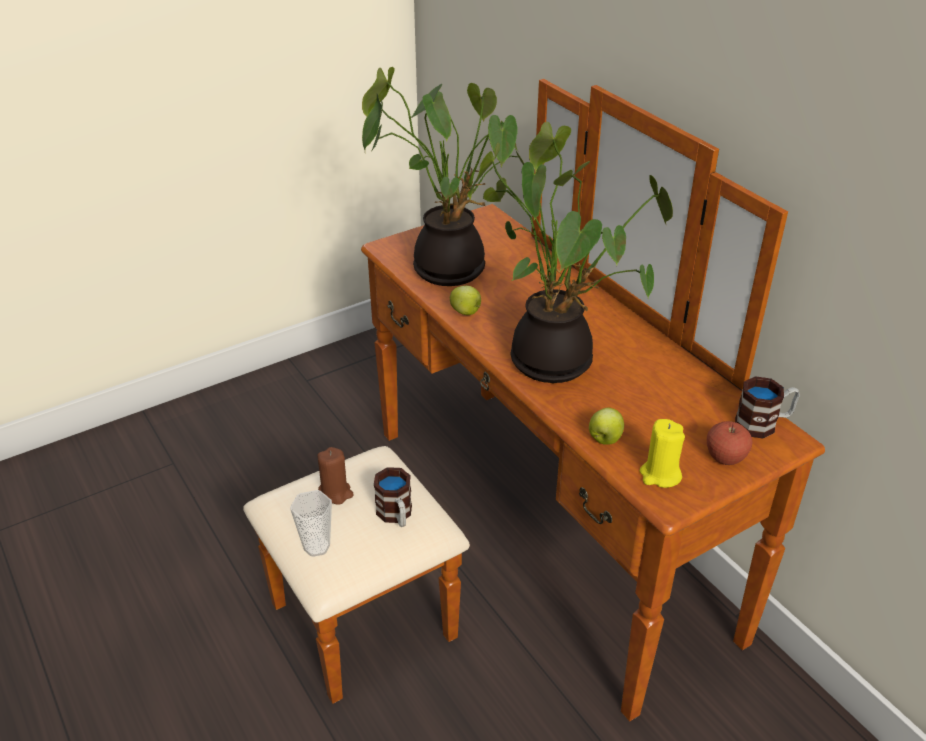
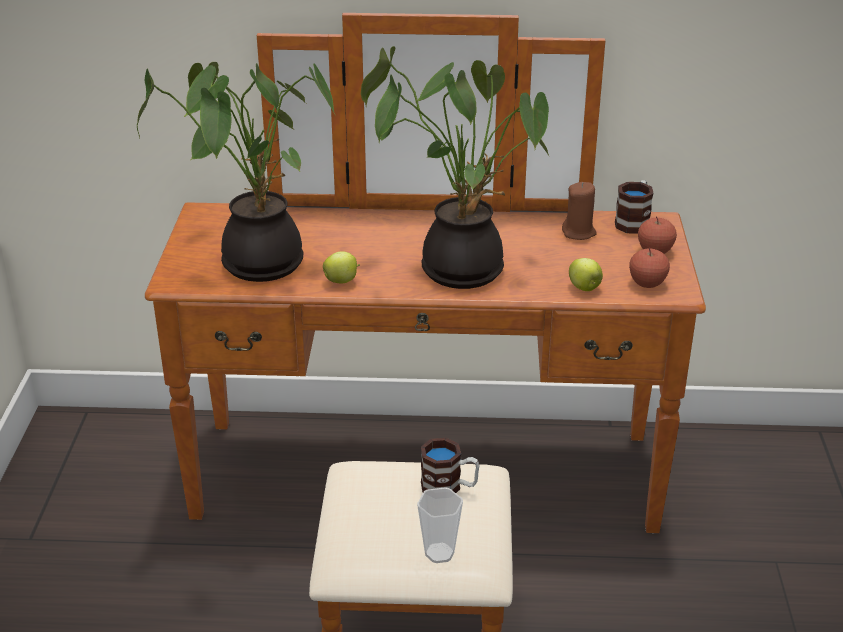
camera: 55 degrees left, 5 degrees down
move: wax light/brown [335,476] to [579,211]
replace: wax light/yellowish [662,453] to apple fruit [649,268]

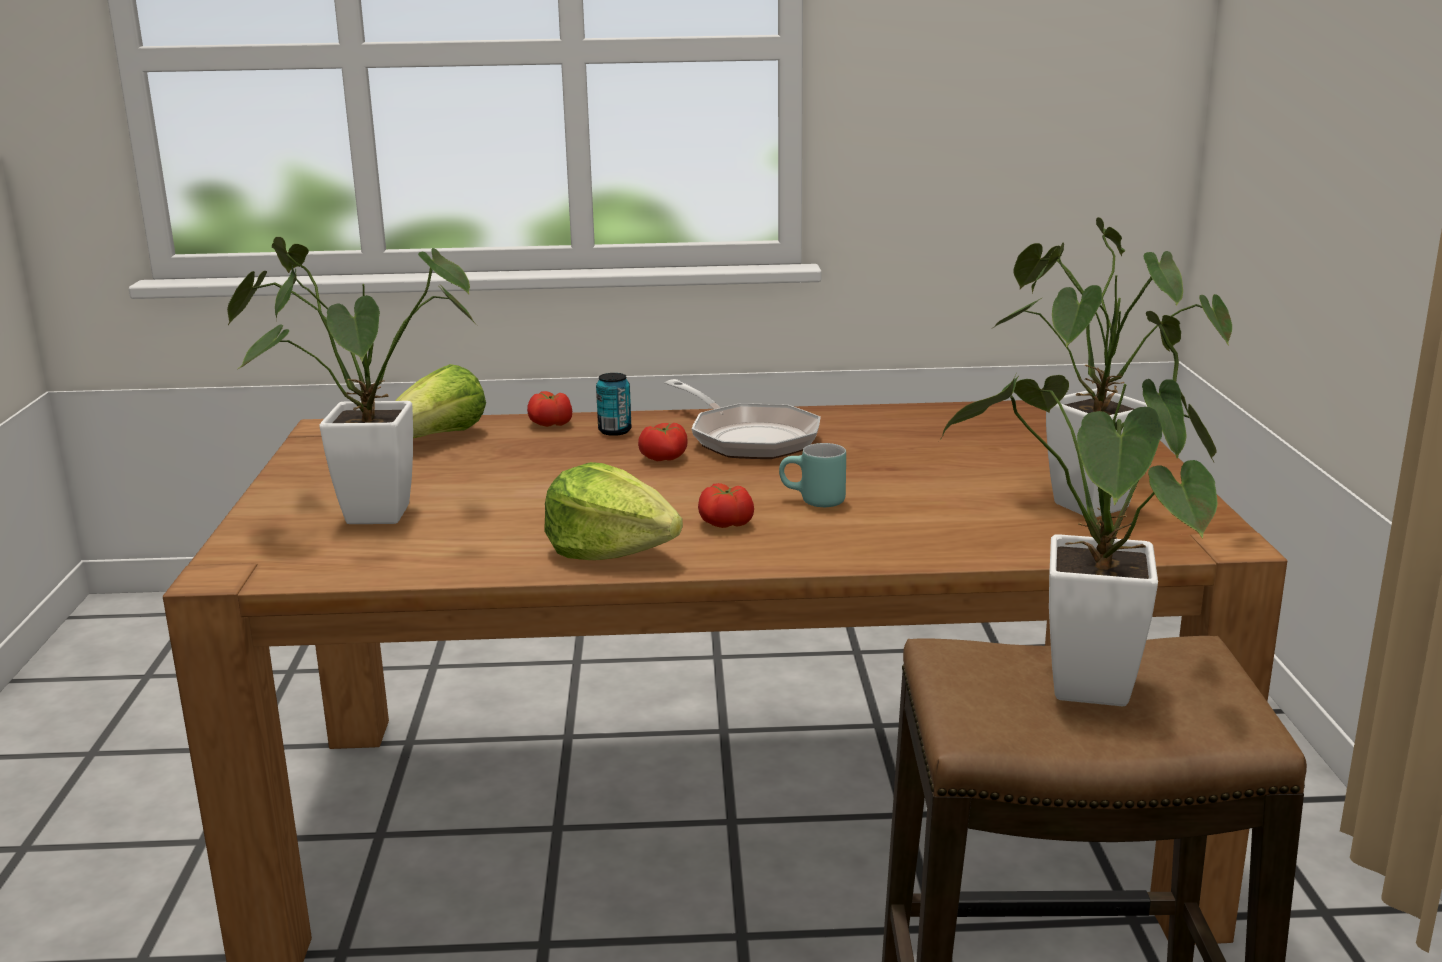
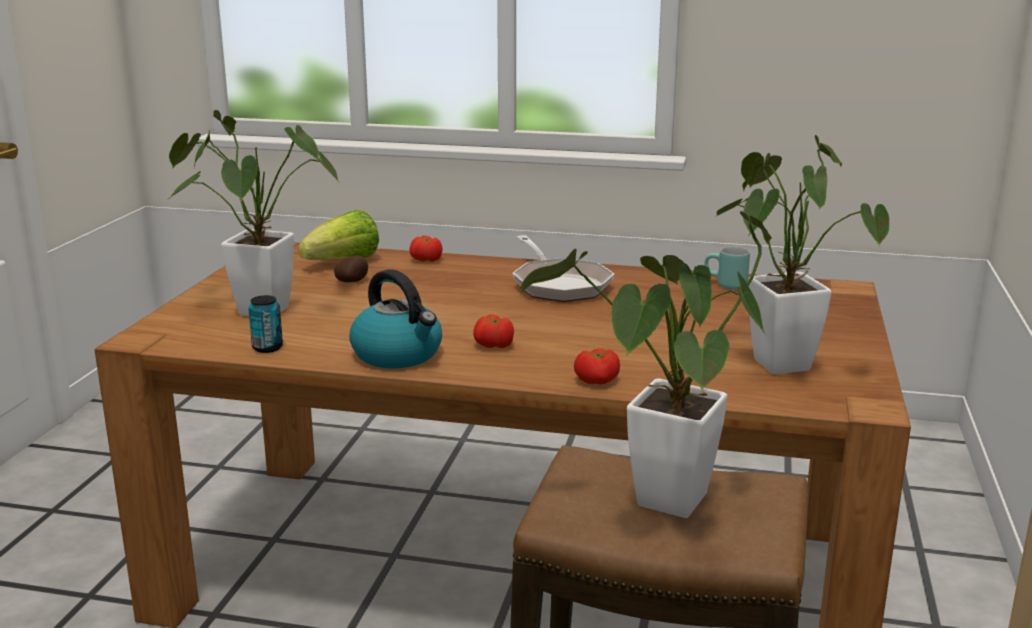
camera: 15 degrees right, 0 degrees up
insert: whole potato [351,268]
move: sealed can [613,404] to [265,324]; fresh tomato [663,442] to [597,366]; tea mug/blue-green [812,475] to [727,268]
replace: head of lettuce [613,511] to tea kettle [395,318]

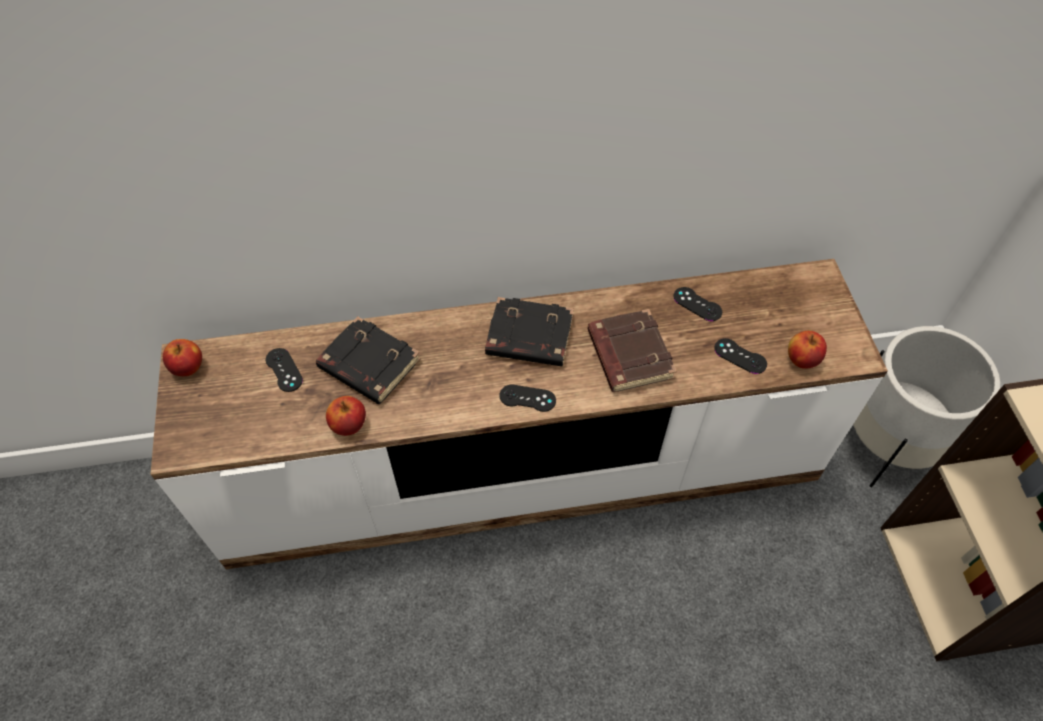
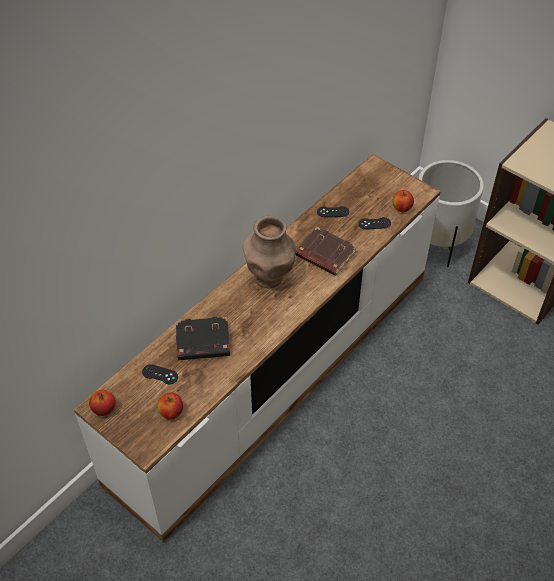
camera: 40 degrees left, 5 degrees down
delete: gamepad/black [527,398]
move: apple fruit [346,416] to [170,406]
replace: bound book/black [529,331] to decorative vase/brown [269,251]

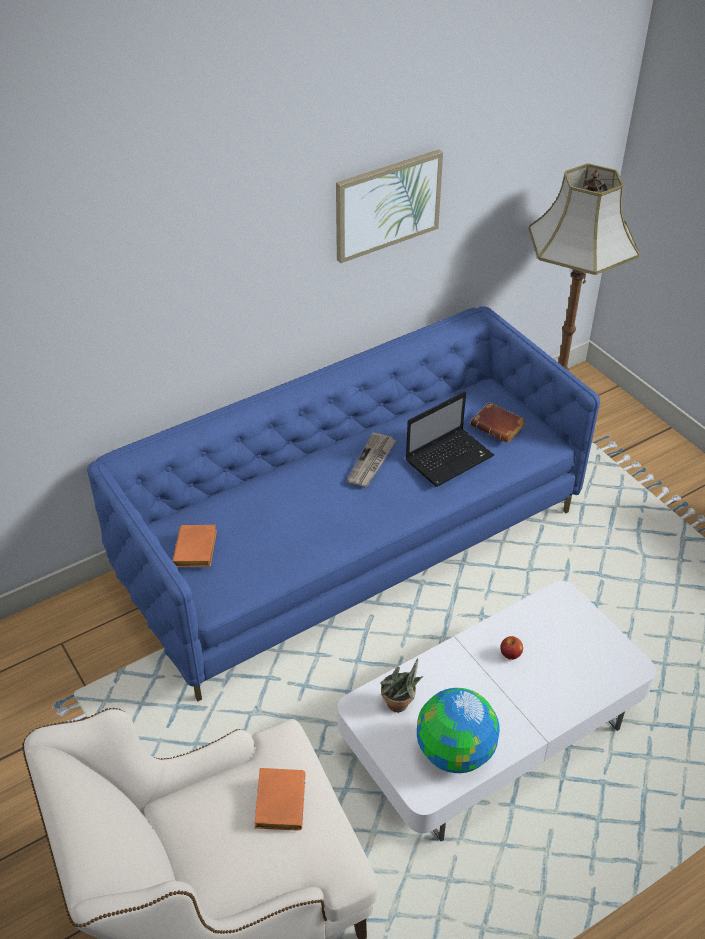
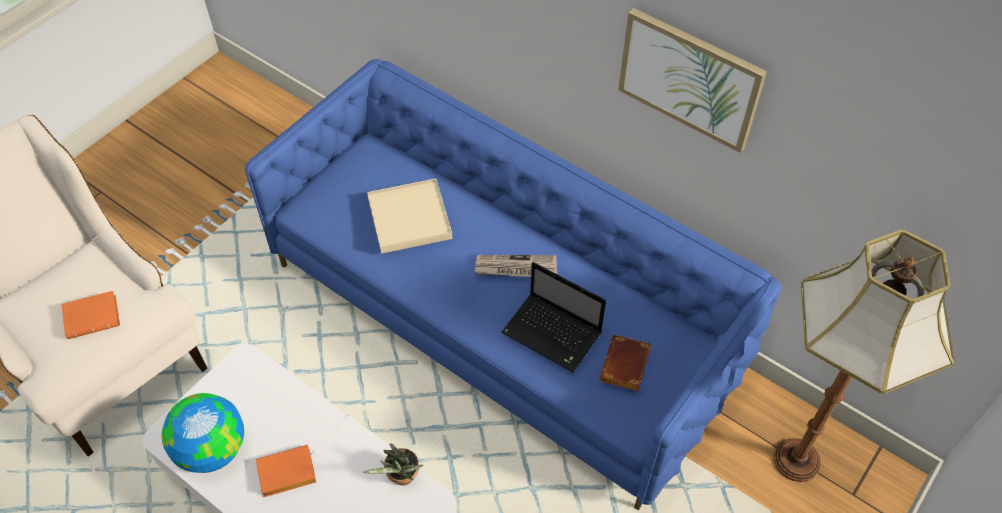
camera: 70 degrees right, 10 degrees up
delete: apple fruit [512,648]
insert: tray/sand-coloured [409,216]
move: bound book/orange-coloured [195,546] to [286,471]; plant in a pot [401,685] to [393,464]

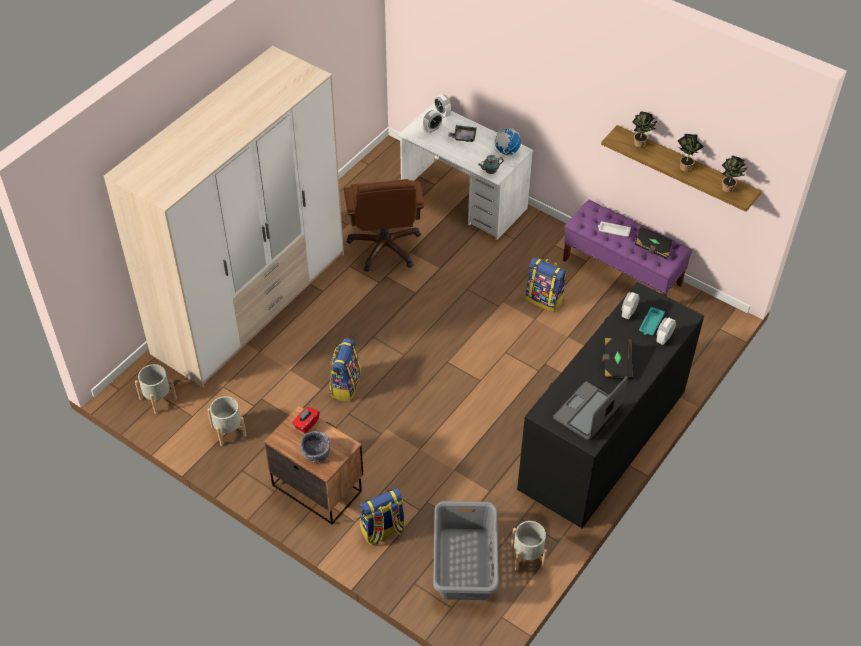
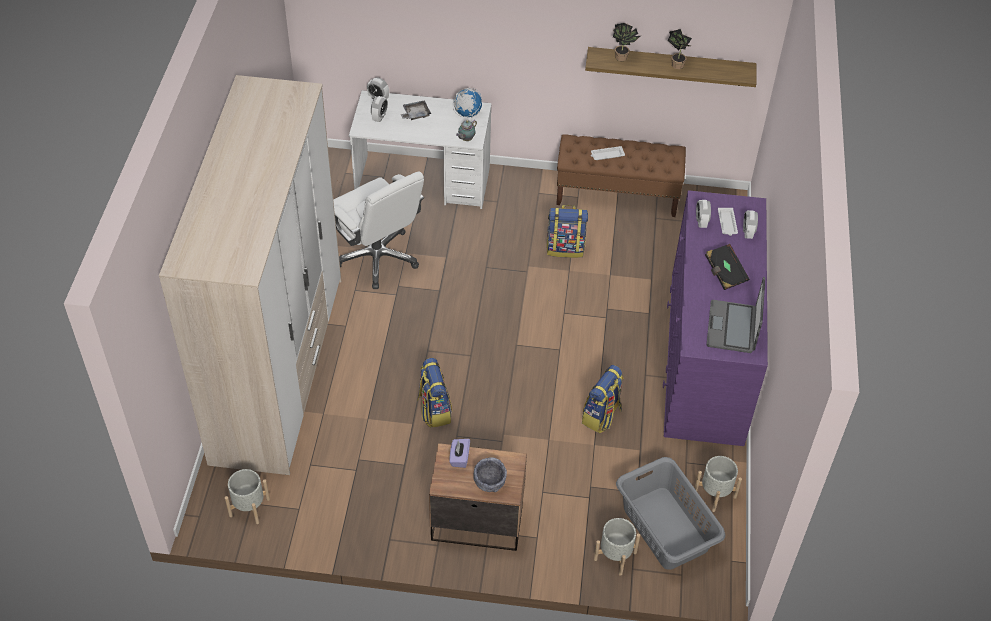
camera: 30 degrees left, 0 degrees up
delete: bound book/black [653,242]; plant in a pot [735,174]
move: flower pot/grey [227,421] to [617,547]; knapsack [382,516] to [603,399]
recolor: tissue box/reddish [306,420] to tissue box/purplish [459,453]; desk chair/brown [384,225] to desk chair/white-coloured [378,230]; chest of drawers/black [610,405] to chest of drawers/purplish [715,318]; bench/purplish [628,248] to bench/brown [621,175]; tray/blue-green [652,321] to tray/white-coloured [728,222]

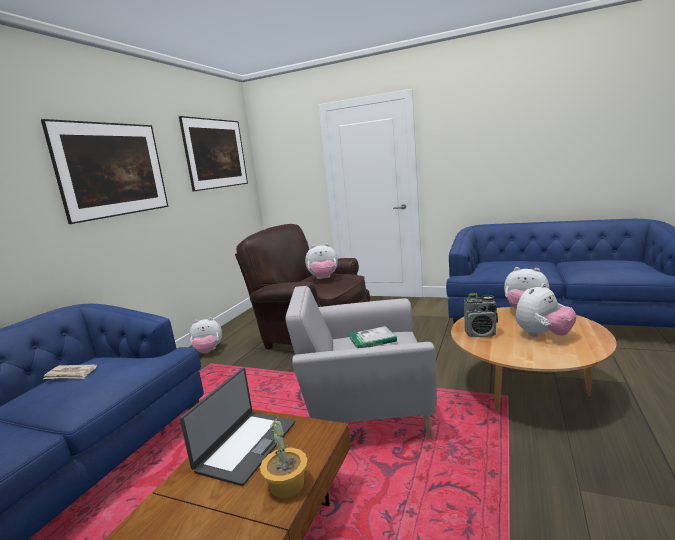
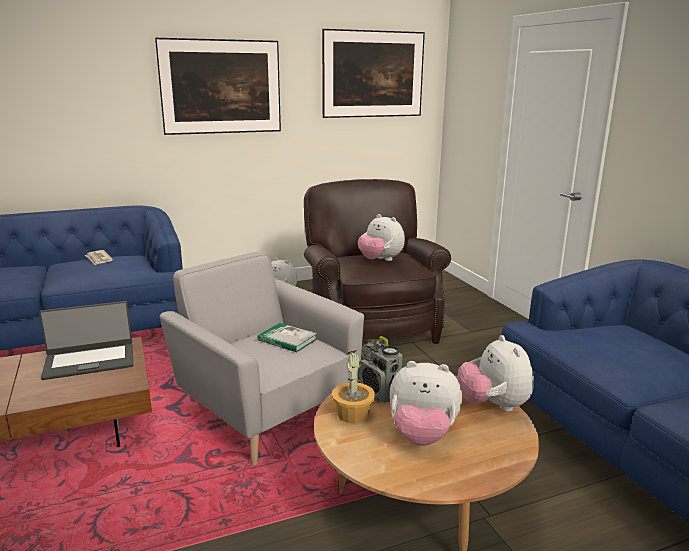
camera: 45 degrees right, 5 degrees up
move: plant in a pot [284,458] to [353,386]

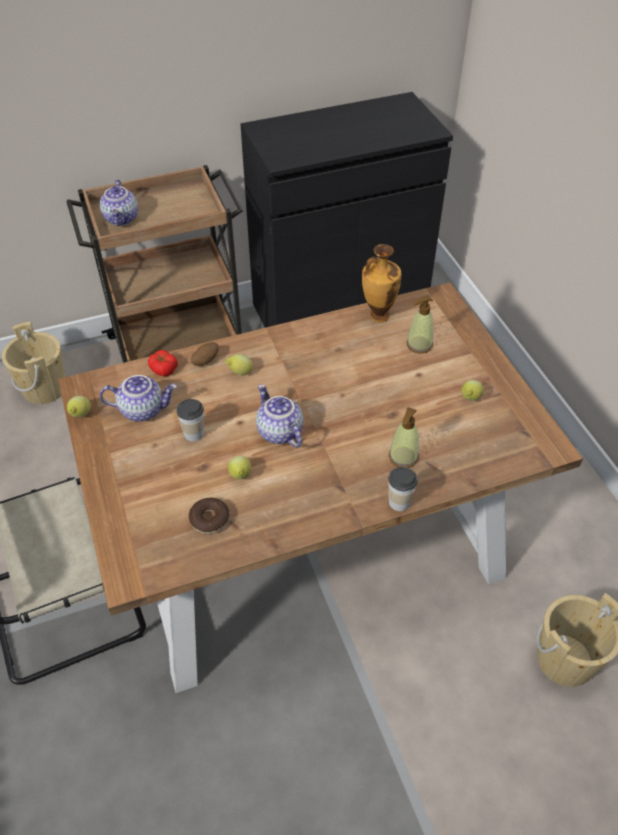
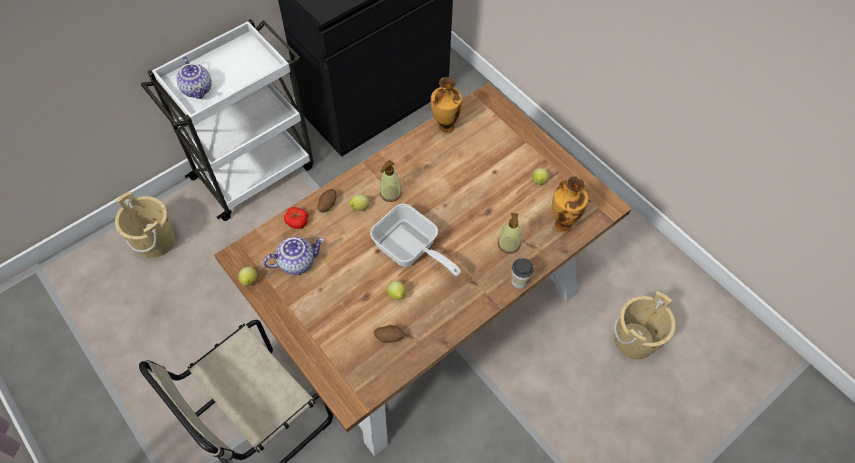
camera: 20 degrees left, 10 degrees up
delete: drinking cup [190,420]
insert: decorative vase [570,204]
move: liquid soap bottle [420,324] to [391,181]
replace: doughnut [209,516] to whole potato [389,334]; pot for tea [280,416] to skillet [415,240]
recolor: trolley/brown [155,264] to trolley/white-coloured [227,120]

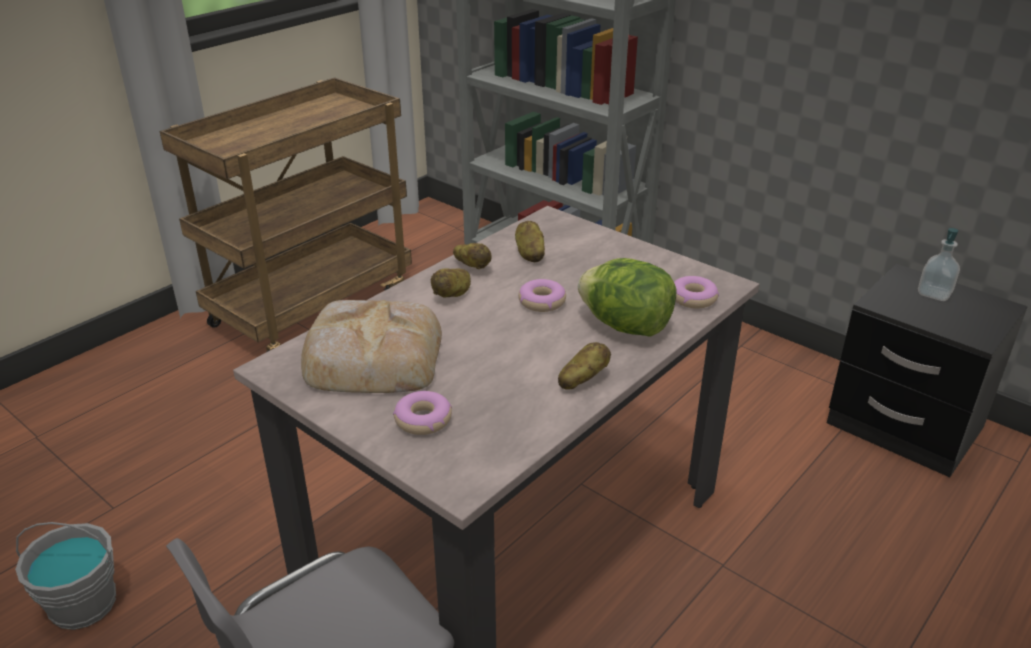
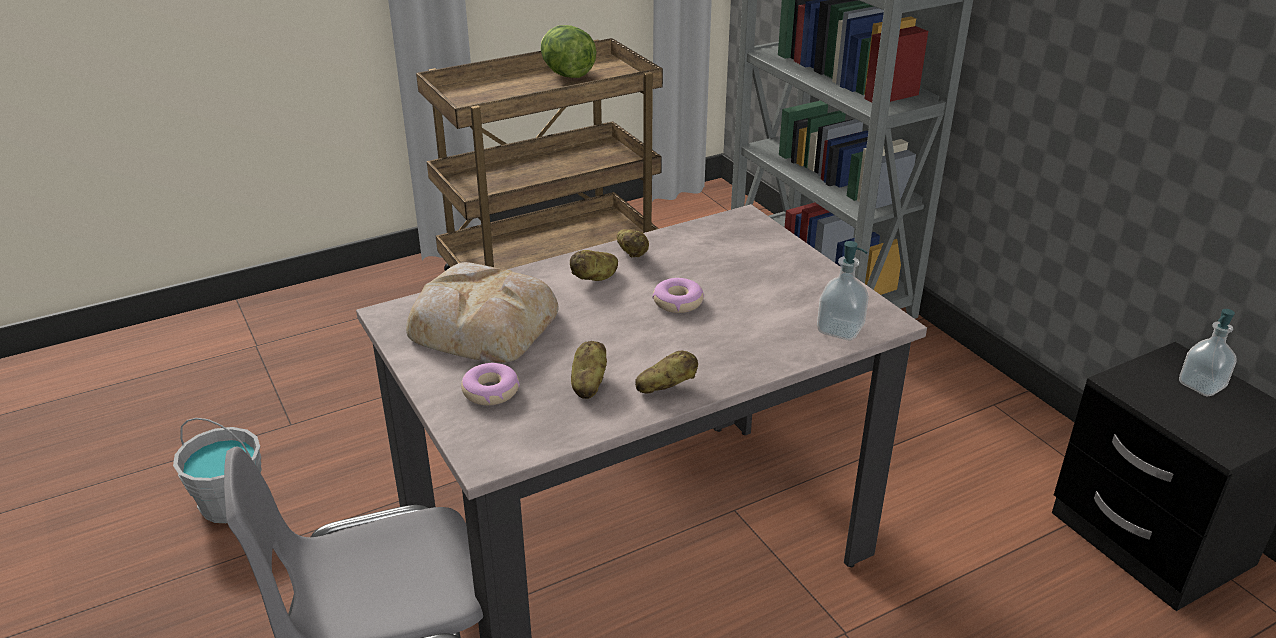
camera: 20 degrees right, 0 degrees up
move: whole potato [530,241] to [589,370]; head of lettuce [627,297] to [569,51]
replace: doughnut [696,292] to liquid soap bottle [843,290]

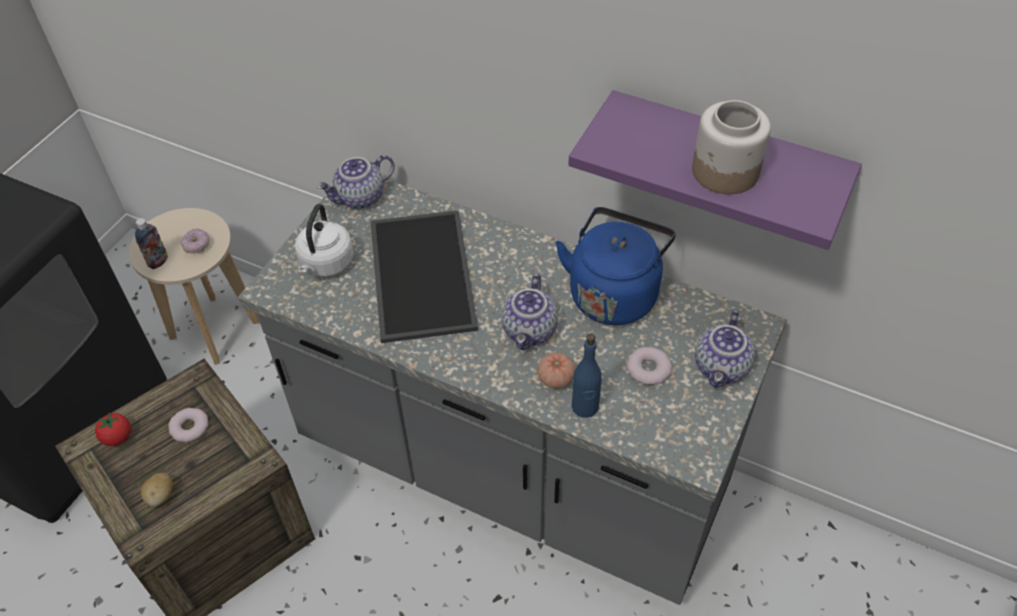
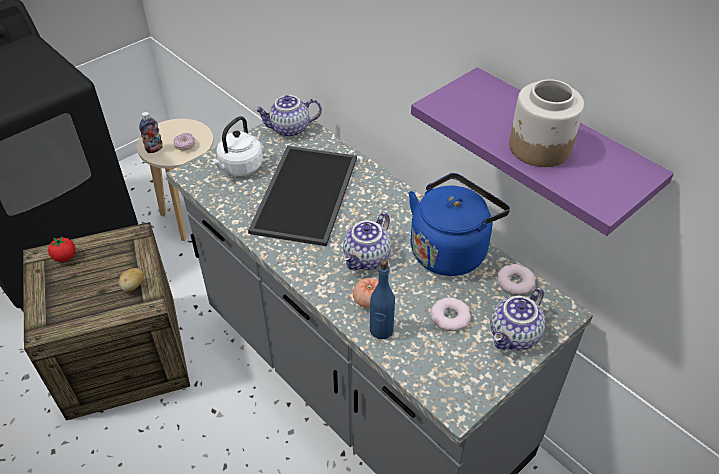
camera: 20 degrees right, 5 degrees down
move: whole potato [157,490] to [131,279]; doughnut [188,425] to [516,279]

